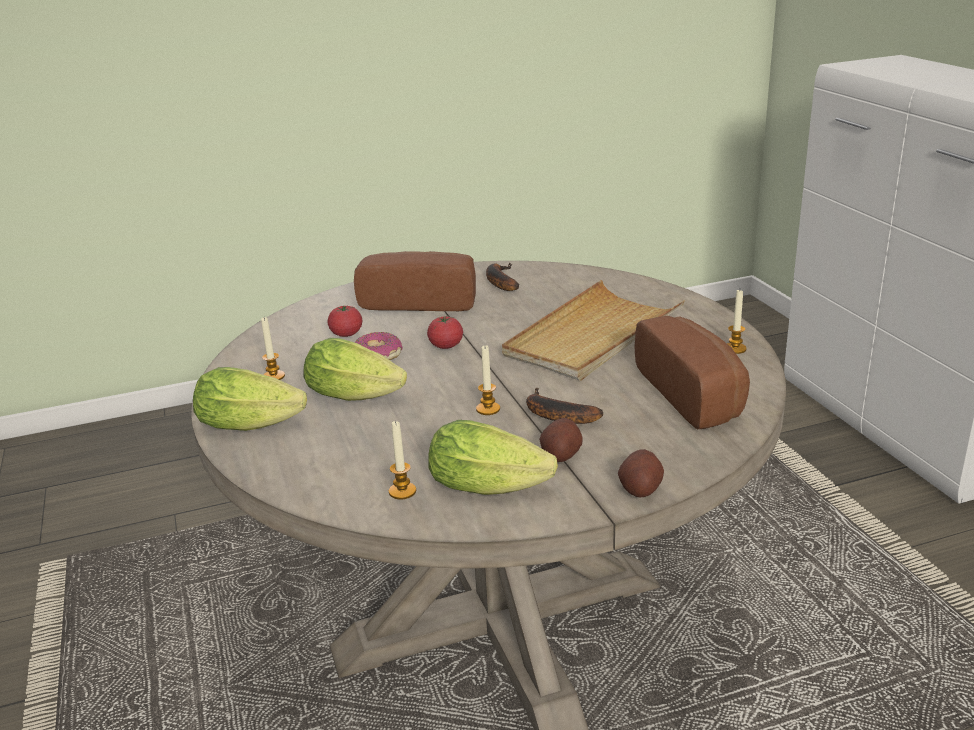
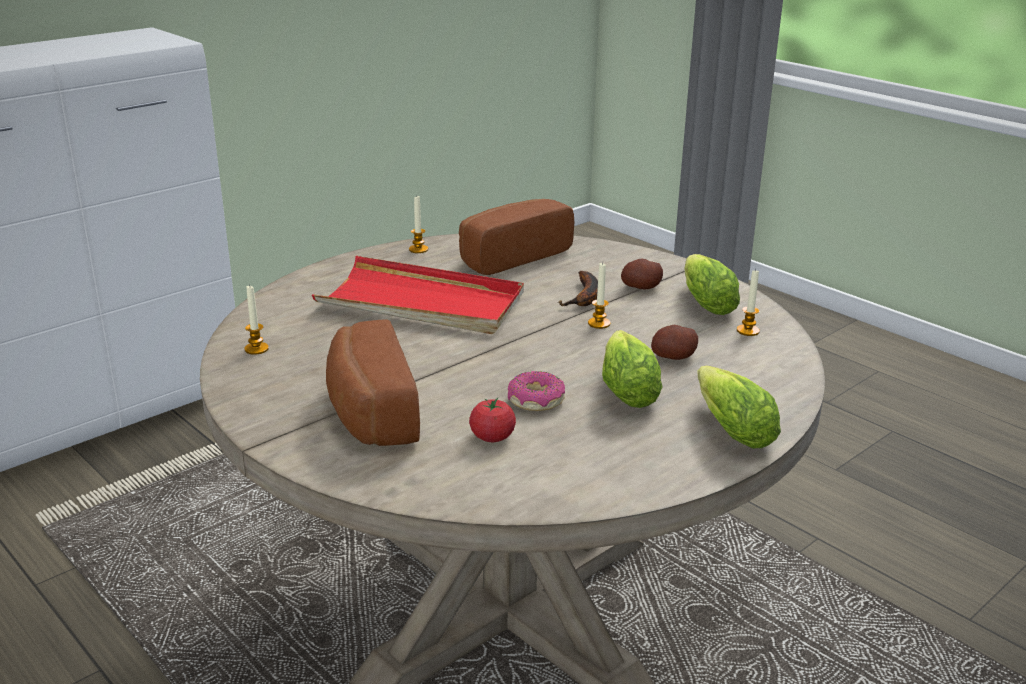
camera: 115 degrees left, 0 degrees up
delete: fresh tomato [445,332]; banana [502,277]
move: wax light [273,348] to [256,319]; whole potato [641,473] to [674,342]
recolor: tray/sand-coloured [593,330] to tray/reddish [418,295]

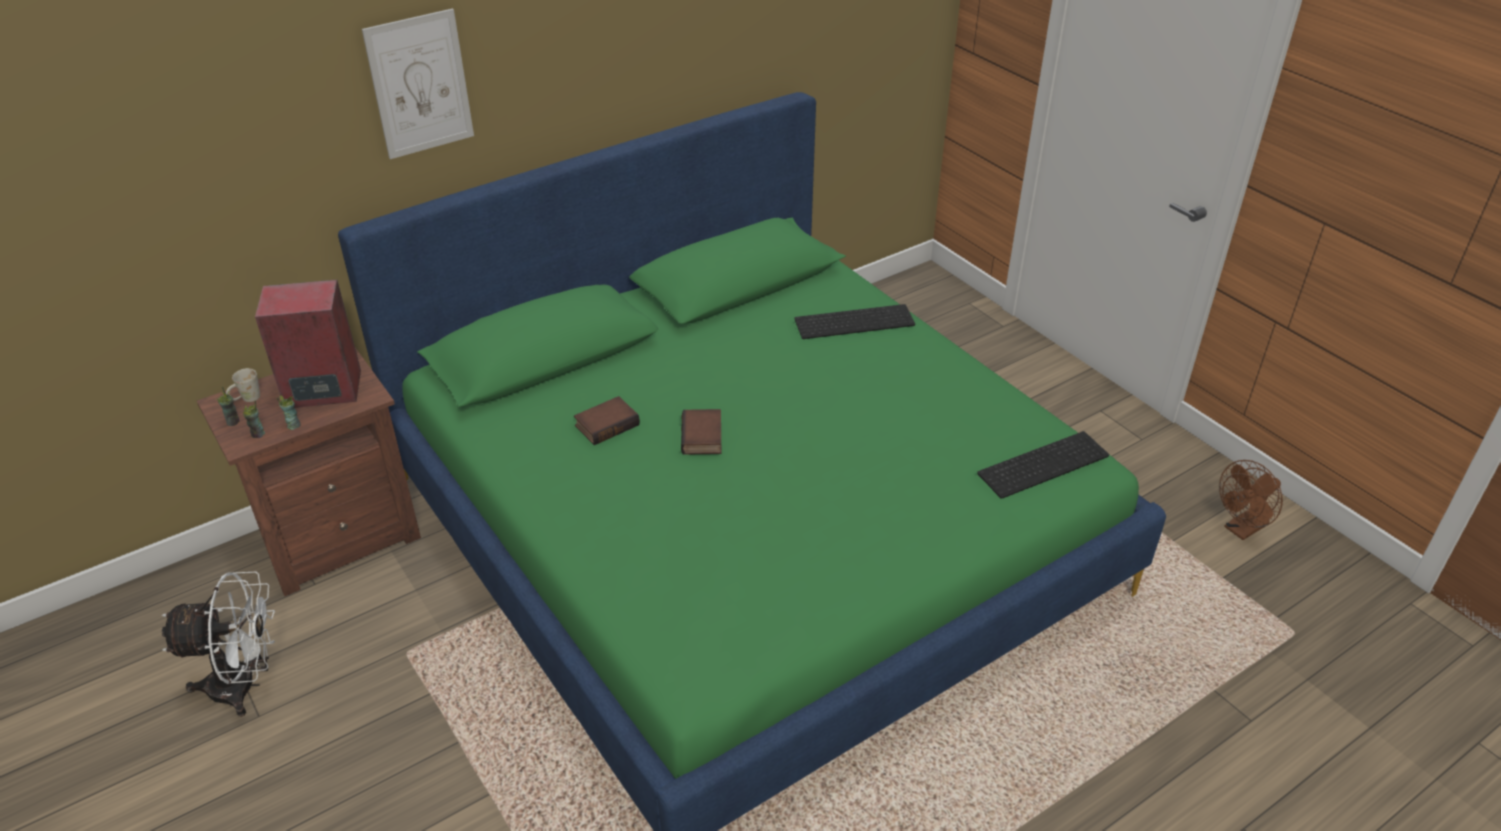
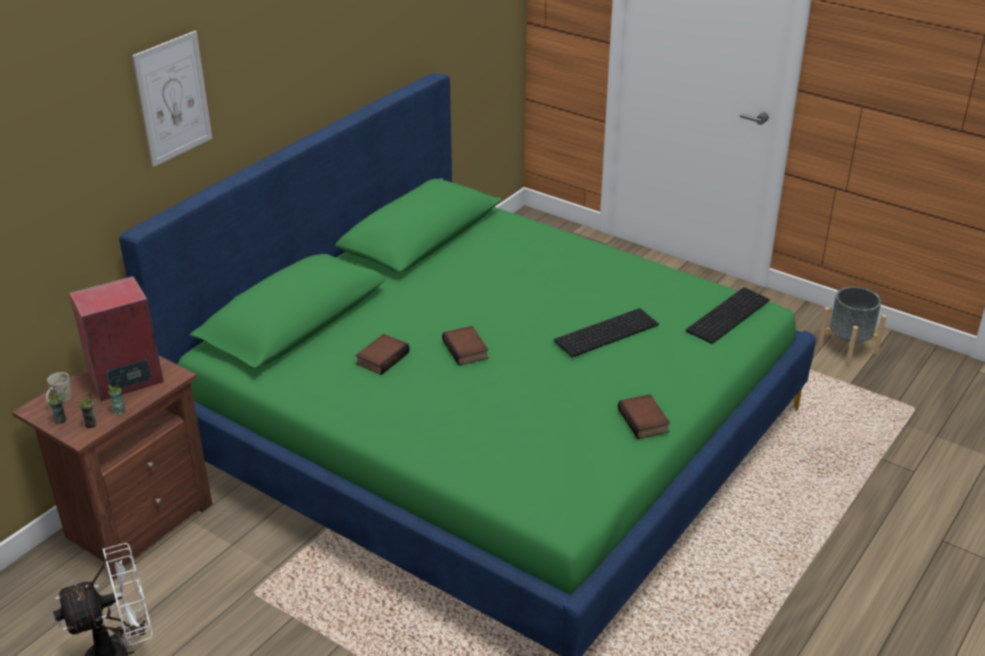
camera: 20 degrees left, 5 degrees down
insert: bound book [644,416]
move: computer keyboard [855,321] to [606,332]
replace: fan/brown [1251,500] to flower pot/grey [852,327]

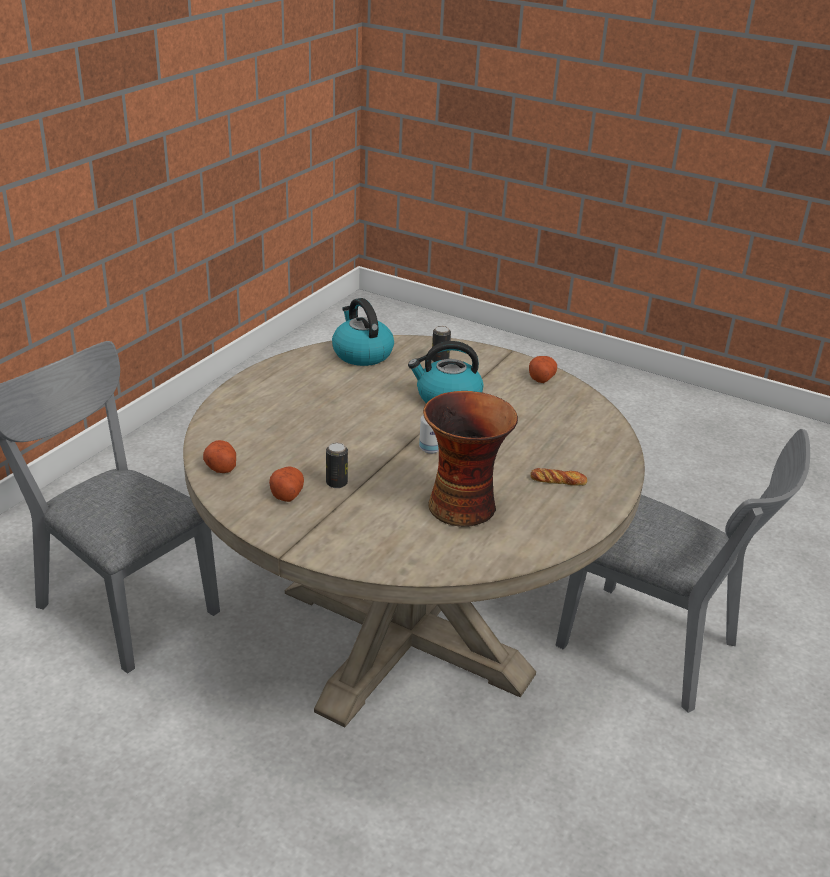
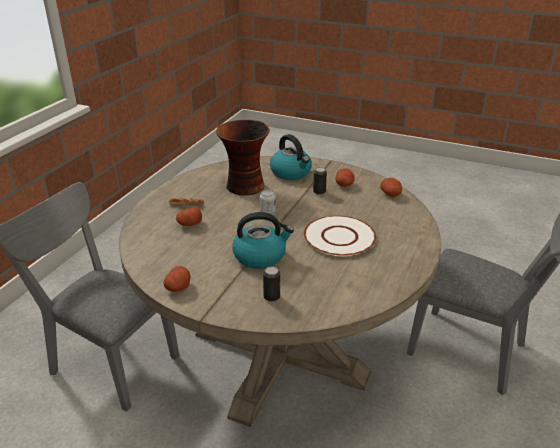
camera: 175 degrees right, 0 degrees up
insert: whole potato [189,216]; dinner plate/white-coloured [340,235]
move: tea kettle [363,332] to [291,157]

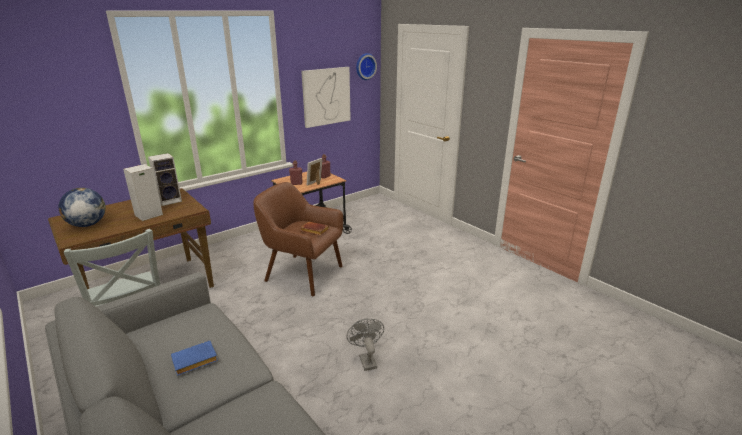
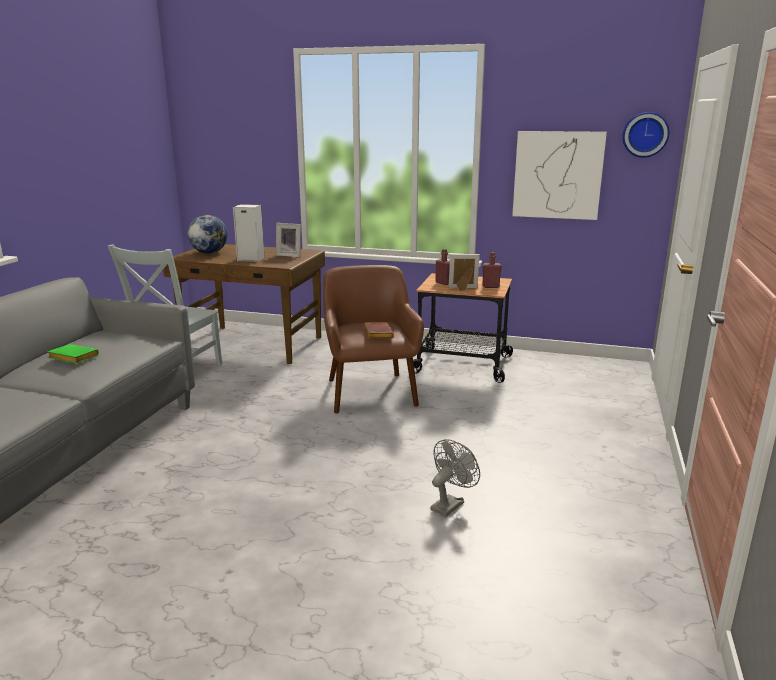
camera: 55 degrees right, 5 degrees down
move: fan/grey [365,345] to [455,478]
replace: loudspeaker [165,179] to standing frame [288,240]
recolor: bound book/bluish [194,358] to bound book/green [73,353]

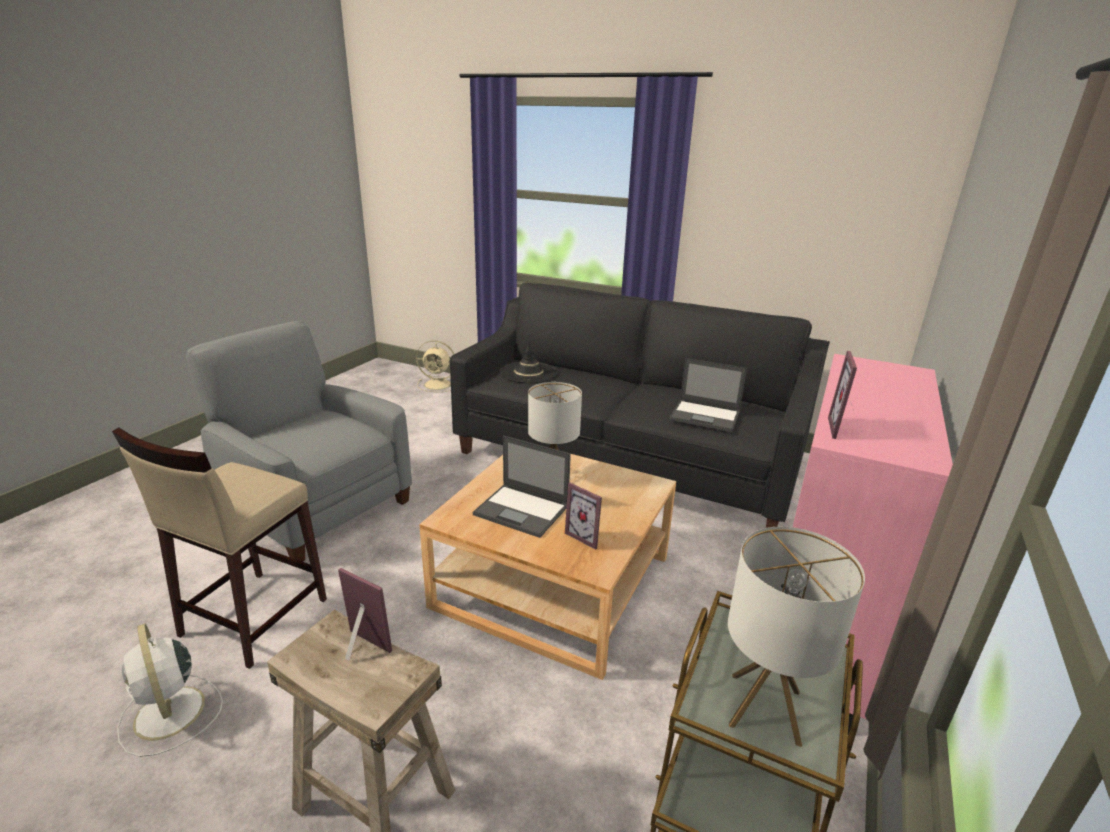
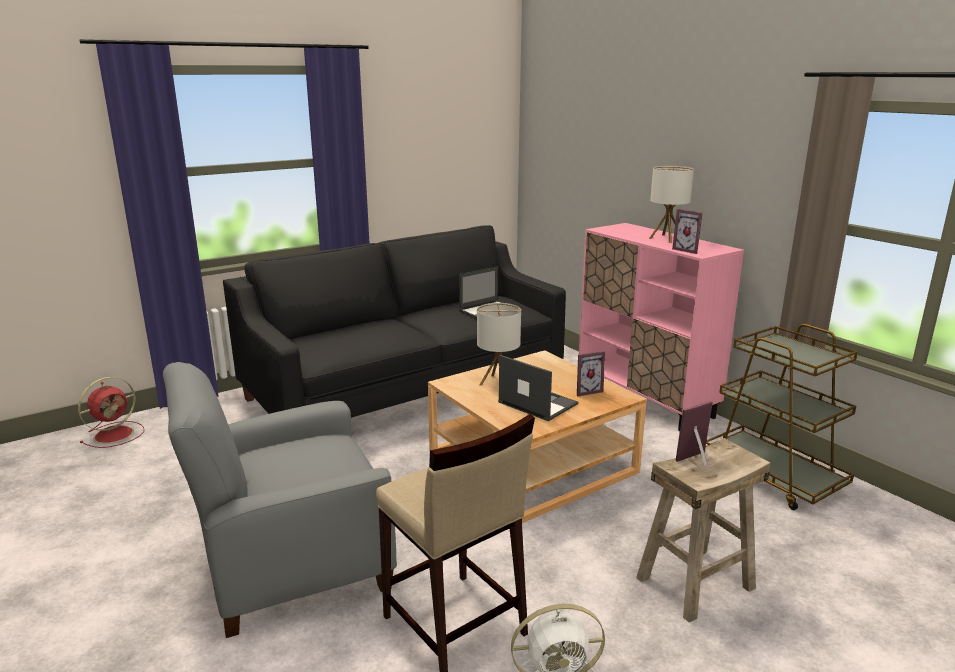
camera: 60 degrees left, 5 degrees down
delete: wearable hat/black [528,362]
move: tabletop lamp [796,637] to [671,204]
recolor: fan/sand-coloured [435,366] to fan/reddish [111,412]
rotate: notebook computer [521,487] = [538,388] 105 degrees counterclockwise

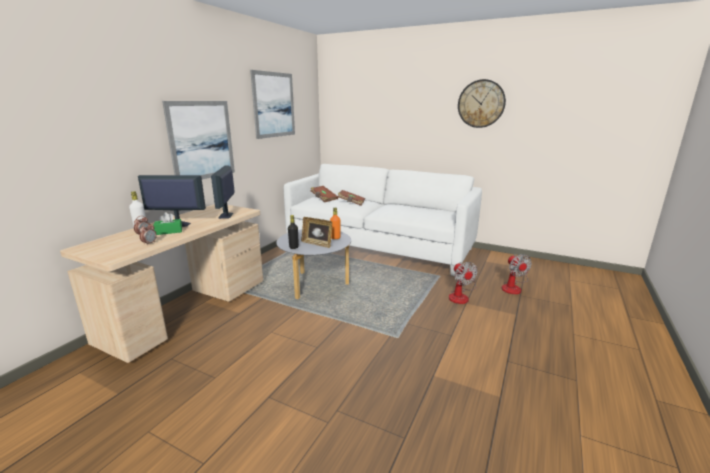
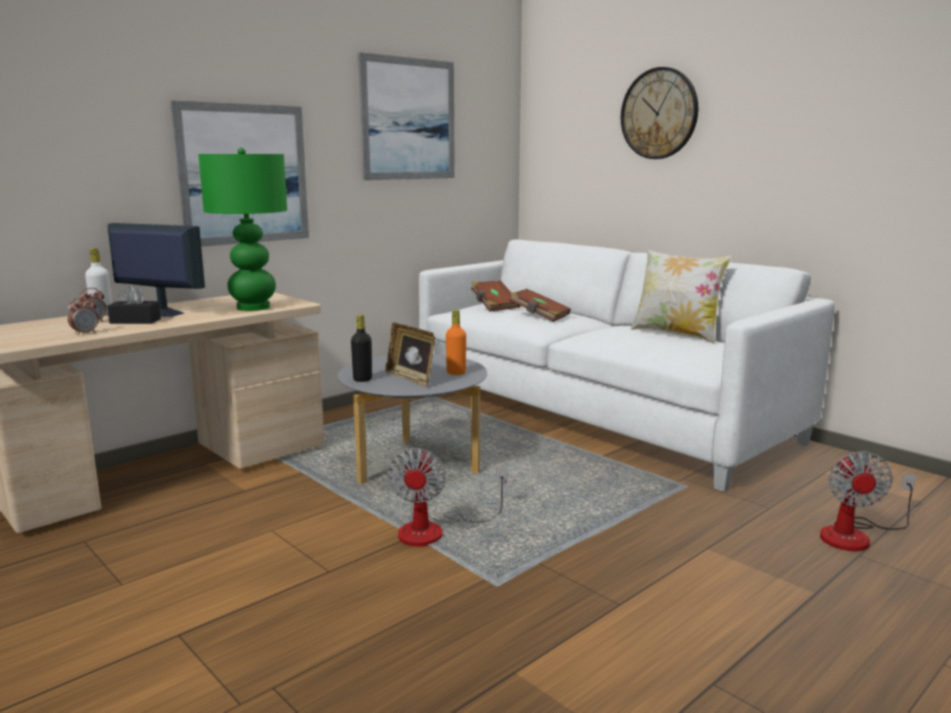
camera: 20 degrees right, 5 degrees down
insert: throw pillow [681,296]
move: fan [463,283] to [447,497]; clock on the wall [482,103] to [659,113]
replace: computer display [223,192] to tabletop lamp/green [242,229]
recolor: tissue box/green [167,223] to tissue box/black [134,305]

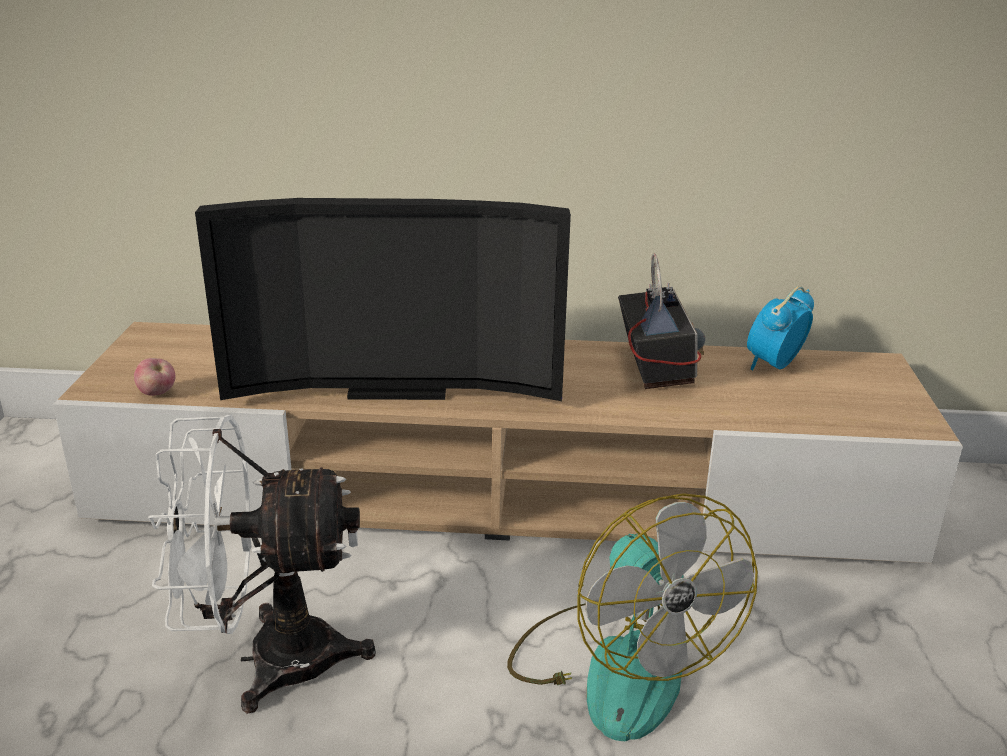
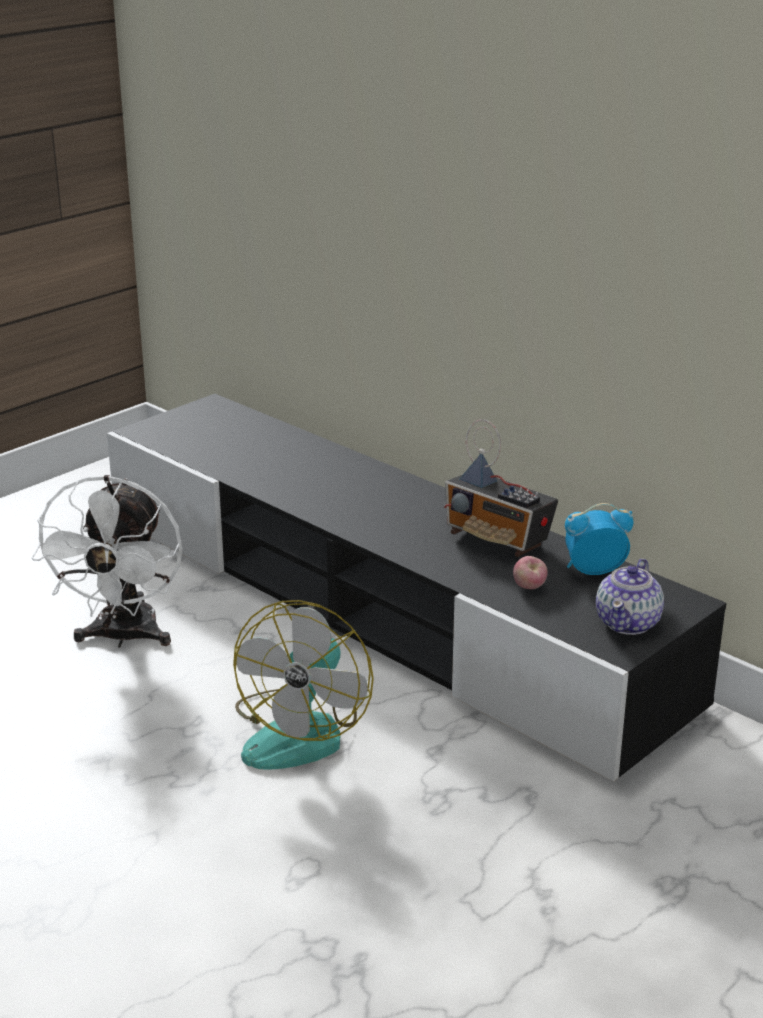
camera: 40 degrees right, 0 degrees up
delete: TV set [383,299]
insert: pot for tea [630,596]
move: apple fruit [154,377] to [530,572]
recolor: tv stand/sand-coloured [508,442] to tv stand/black [416,588]
rotate: fan/white-coloured [262,564] = [107,561] 120 degrees counterclockwise; radio receiver [661,321] = [501,488] 90 degrees clockwise

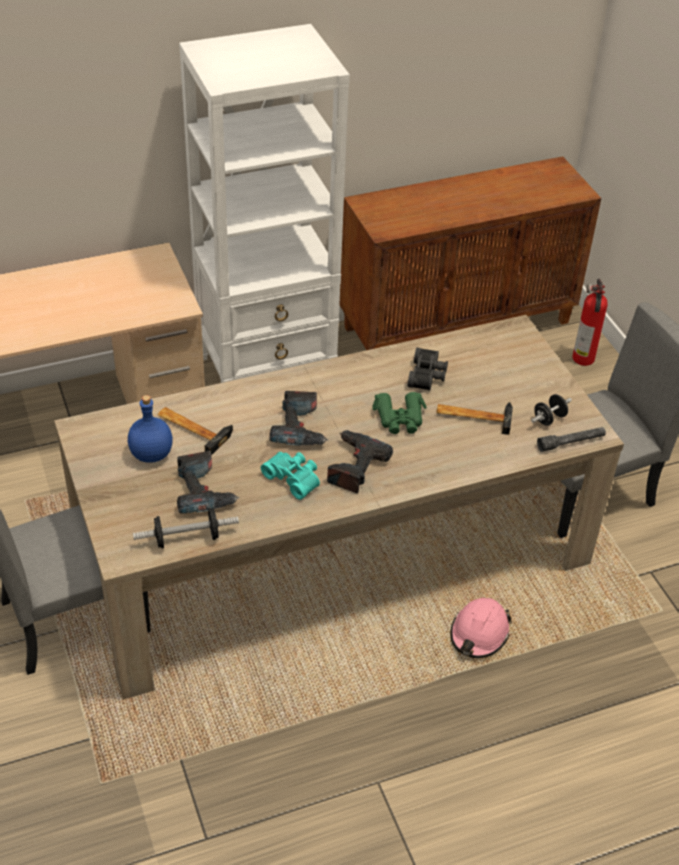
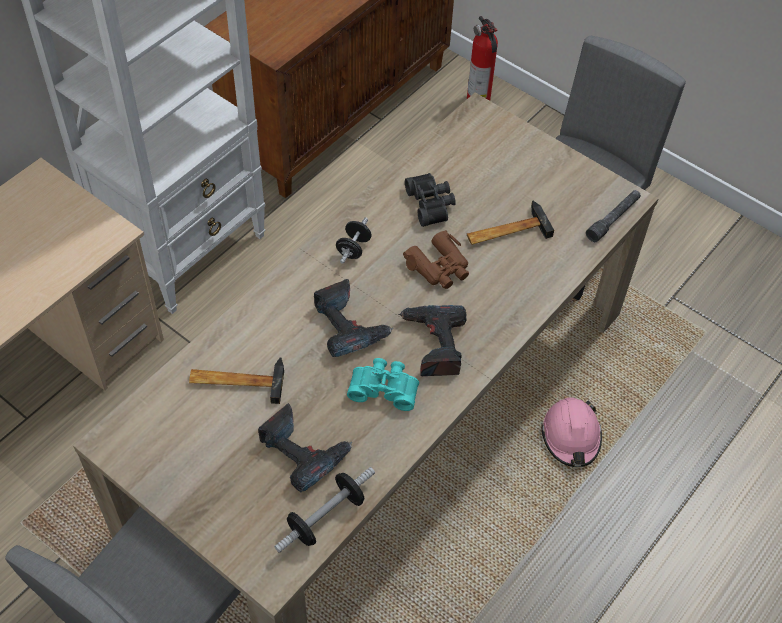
camera: 30 degrees left, 10 degrees up
delete: bottle/bluish [150,429]
move: free weight/black [551,410] to [354,240]
recolor: pair of binoculars/green [399,413] to pair of binoculars/brown [436,259]

